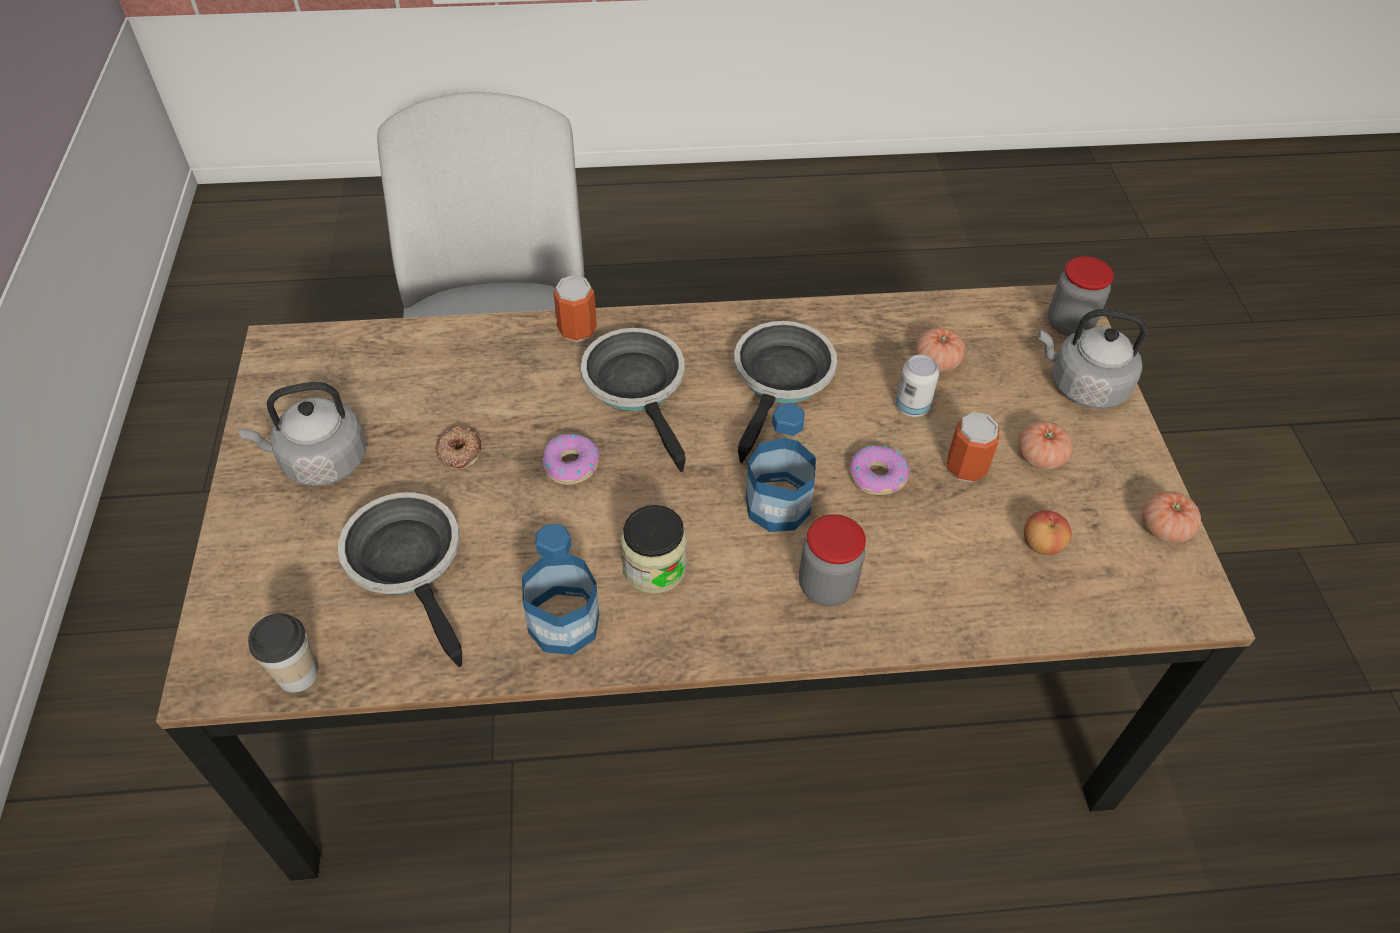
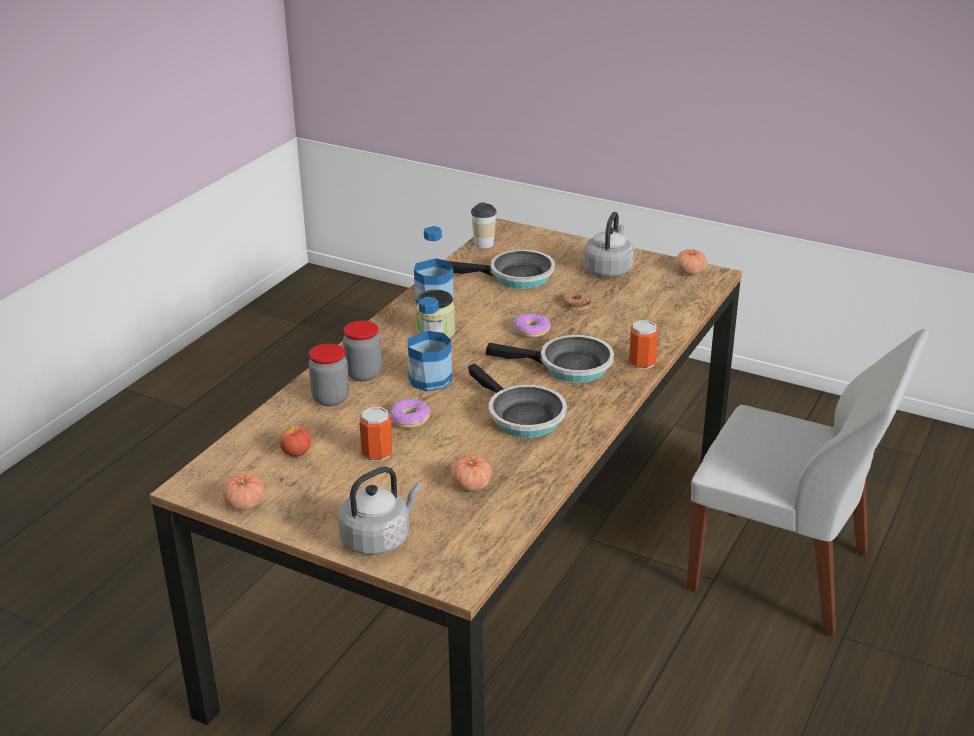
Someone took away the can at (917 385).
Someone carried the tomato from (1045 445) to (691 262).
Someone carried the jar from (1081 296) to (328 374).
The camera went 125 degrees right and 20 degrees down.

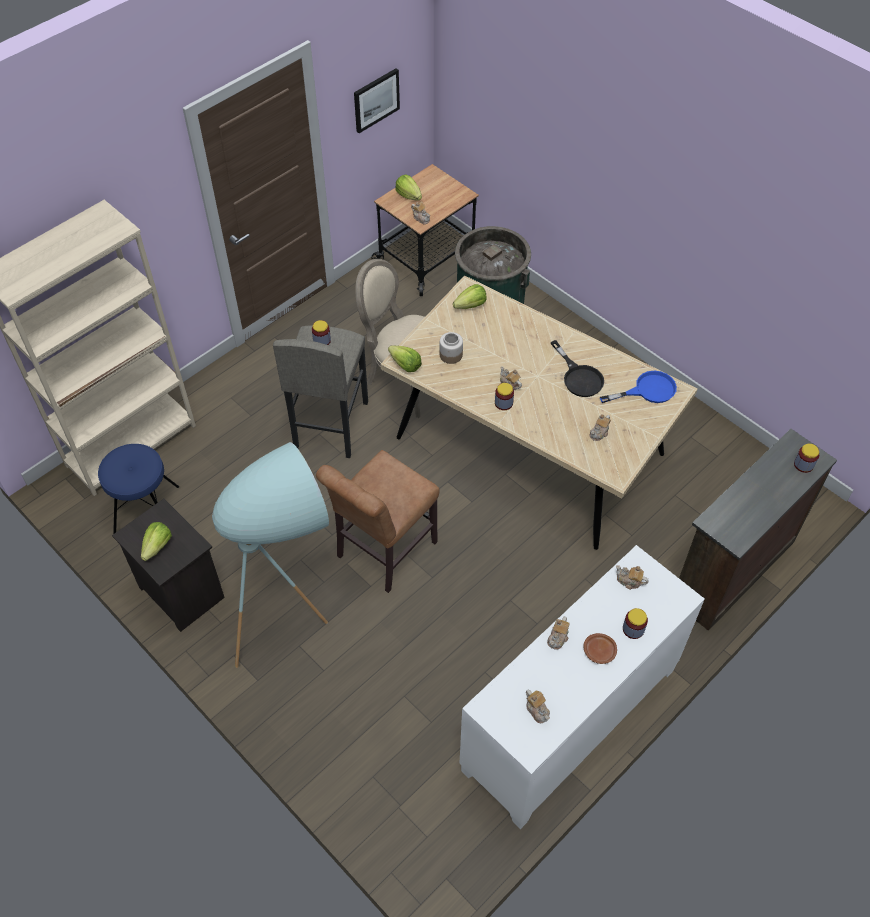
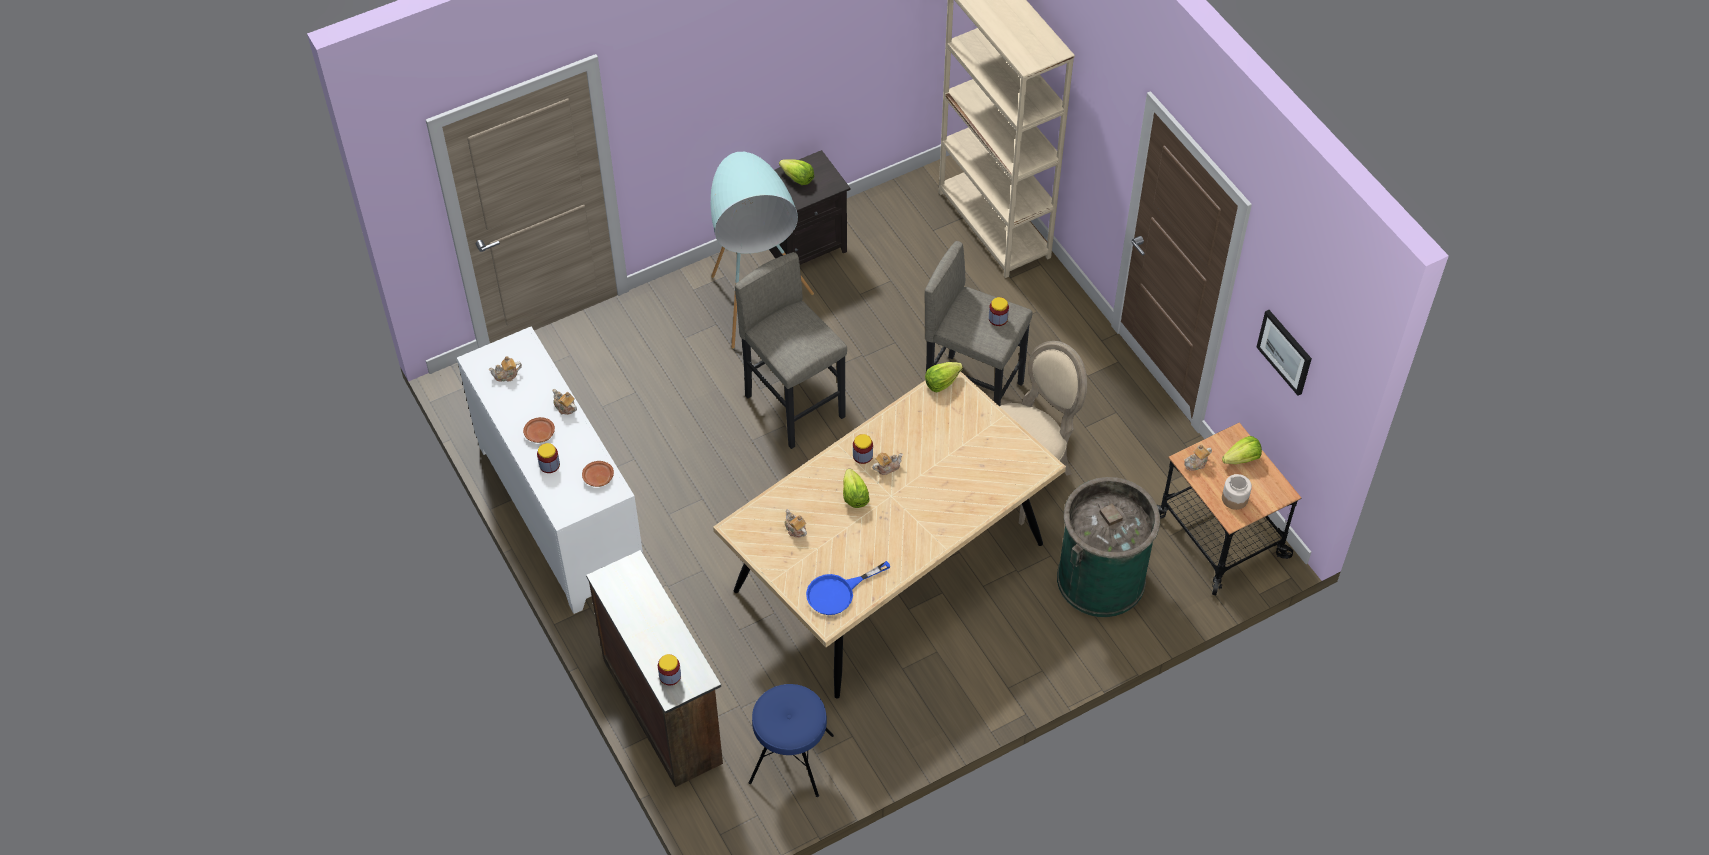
Someone took away the black_frying_pan at (577 368).
Someone carried the blue_stool from (138 489) to (791 740).
Someone carried the jar from (451 348) to (1237 492).
Someone carried the lettuce from (470 296) to (856 488).
Someone swapped the brown_chair at (378 521) for the grey_stool at (791 350).
Someone swapped the teapot at (632 577) for the brown_plate at (598 474).
Someone rotated the blue_frying_pan at (638 387) by 60 degrees clockwise.
The camera went 105 degrees right and 0 degrees up.

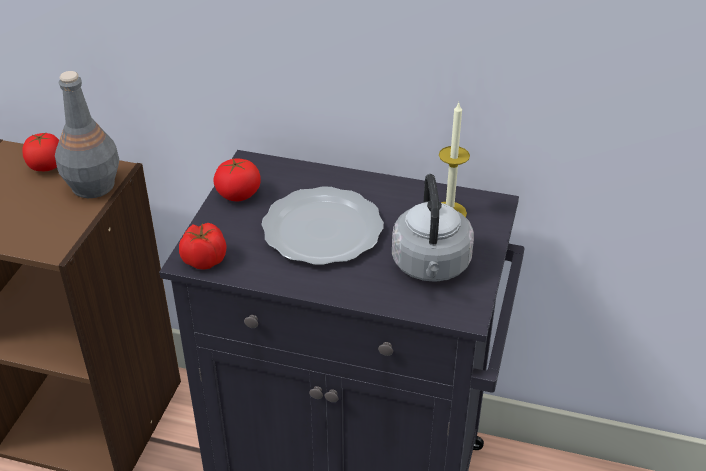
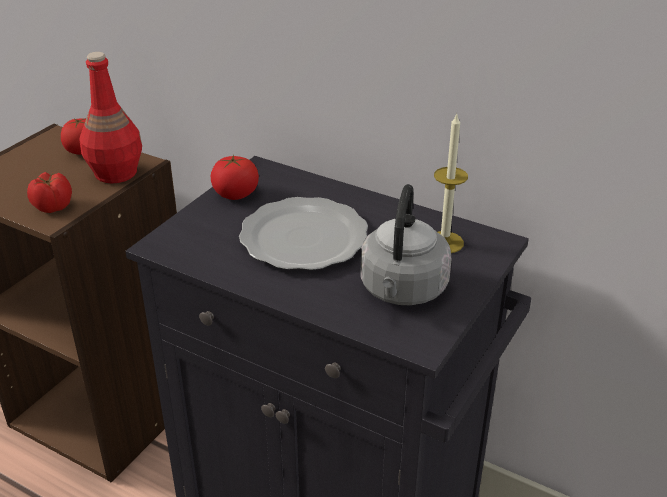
Someone carried the tomato from (203 246) to (49 192).
Someone repainted the grey_bottle at (87 134), which became the red_bottle at (110 117).
The camera went 15 degrees right and 5 degrees down.

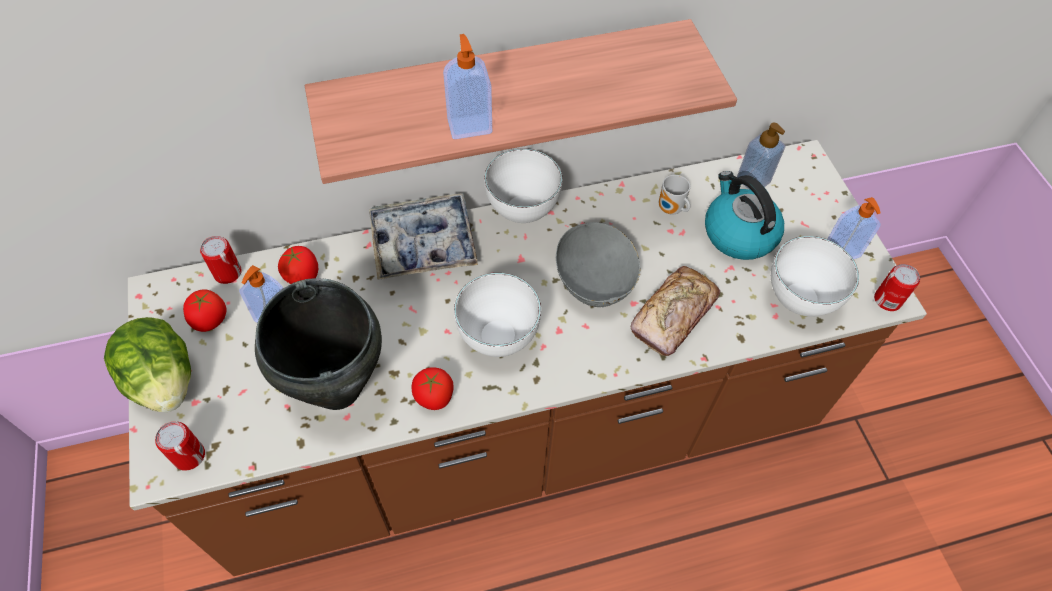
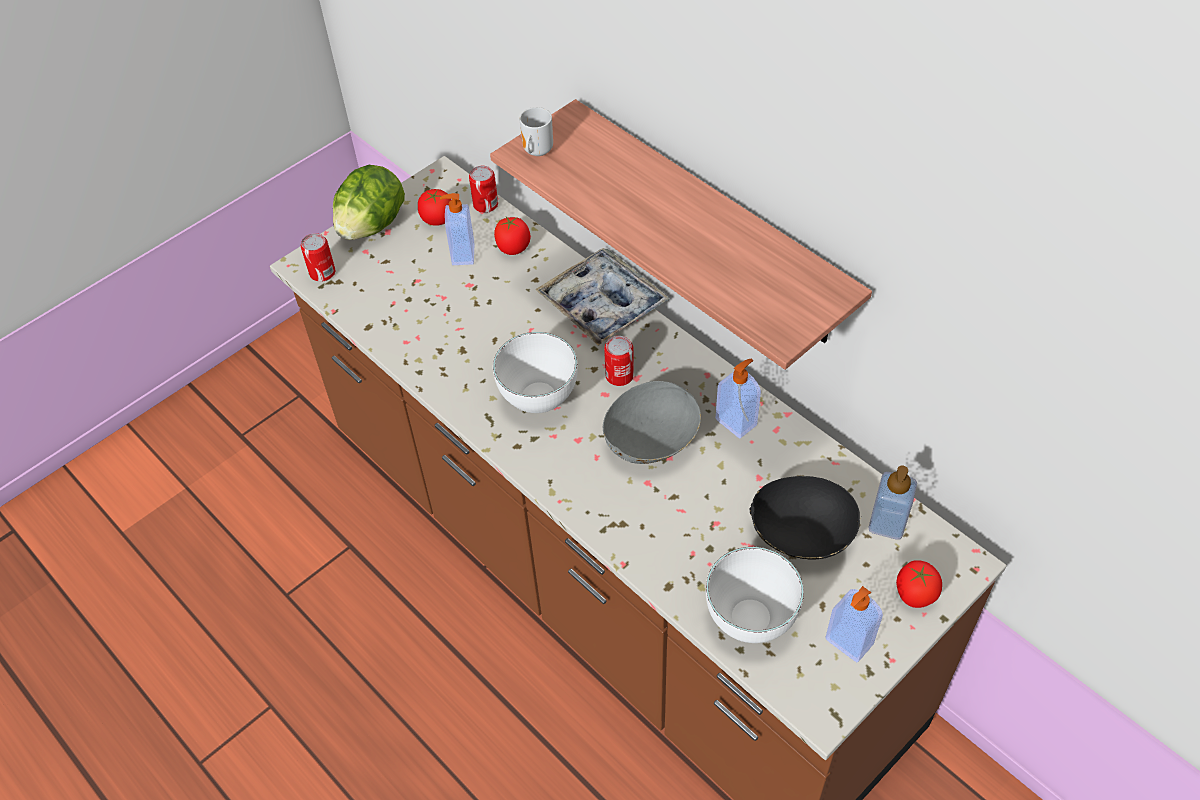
Someone took away the black_cooking_pot at (318 344).
Someone took away the white_bowl at (523 185).
Someone took away the bread at (675 311).
Someone carried the tomato from (433 388) to (919 584).
Someone carried the soap_dispenser from (467 86) to (738 398).
Someone carried the mug from (674 195) to (536 131).
Someone carried the can from (897 287) to (619 361).
Someone swapped the kettle at (744 215) for the black_bowl at (805 518).
The camera went 65 degrees right and 5 degrees down.

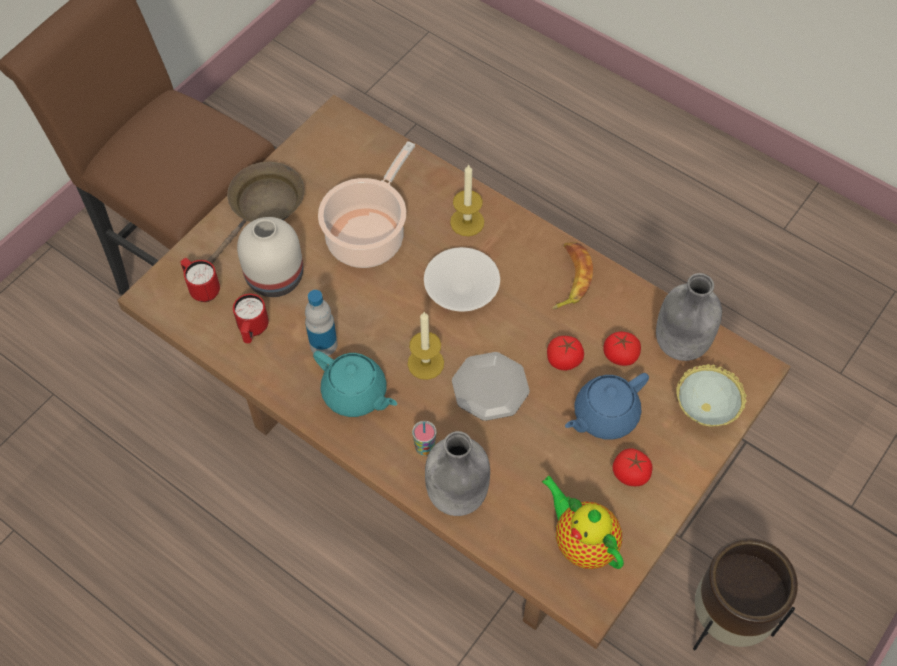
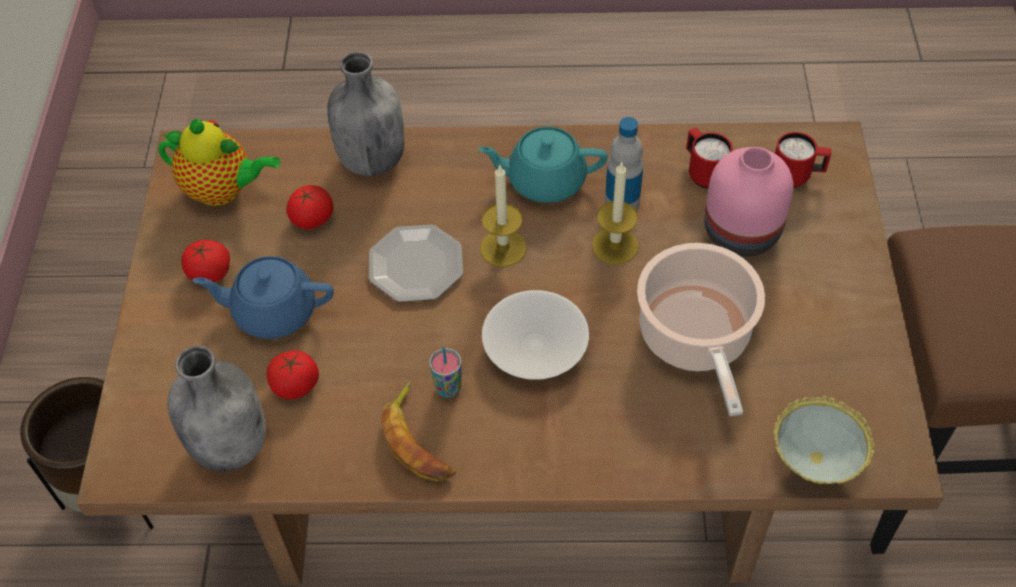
Someone took away the brown_frying_pan at (256 213).
Someone carried the cup from (424 438) to (445 372).
Someone carried the candle from (467 200) to (615 213).
Someone carried the tomato from (565 353) to (309 207).
Someone carried the bowl from (711 395) to (824 440).
Someone repainted the white_vase at (270 257), which became the pink_vase at (749 202).
Someone rotated the blue_teapot at (607 406) by 105 degrees counterclockwise.
The camera went 145 degrees right and 5 degrees down.

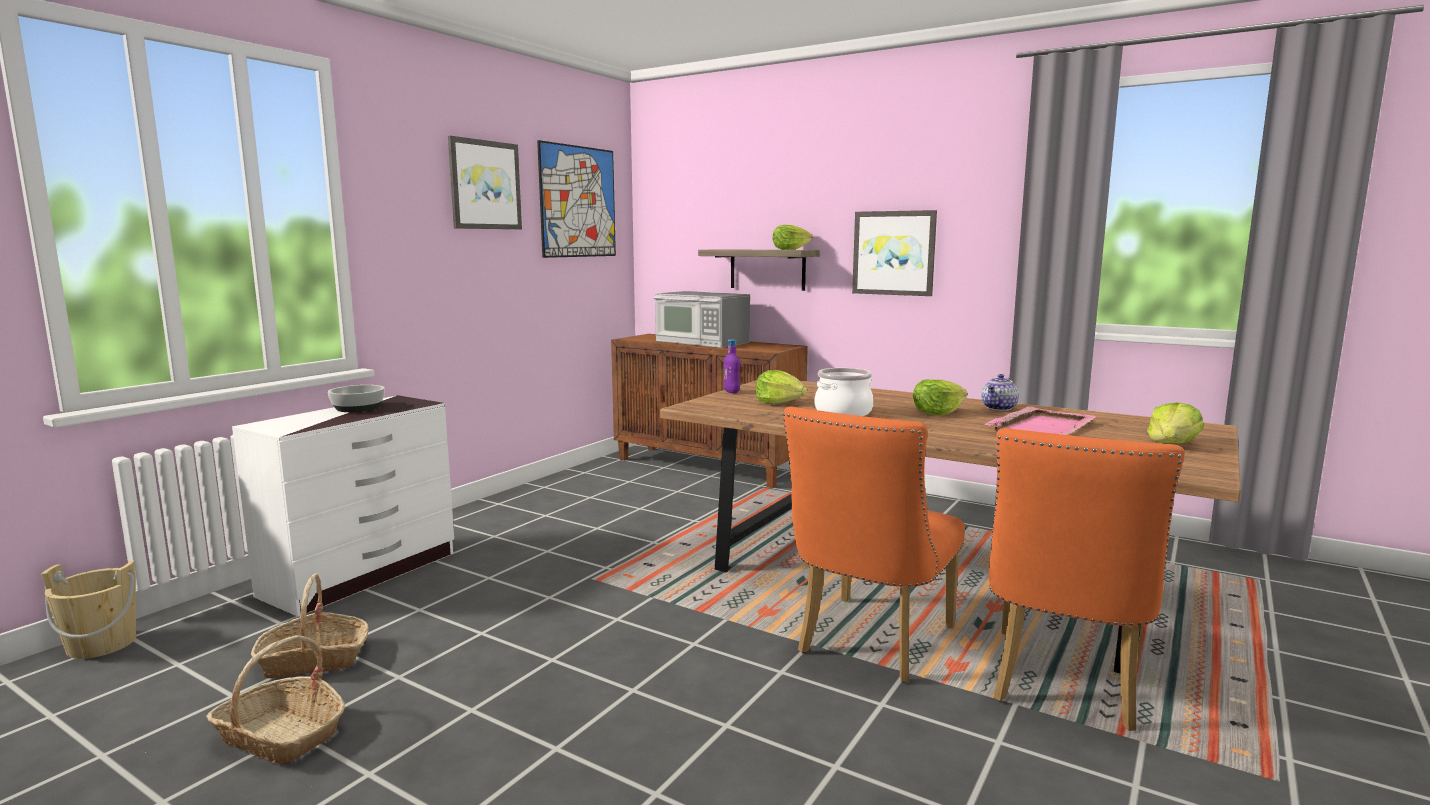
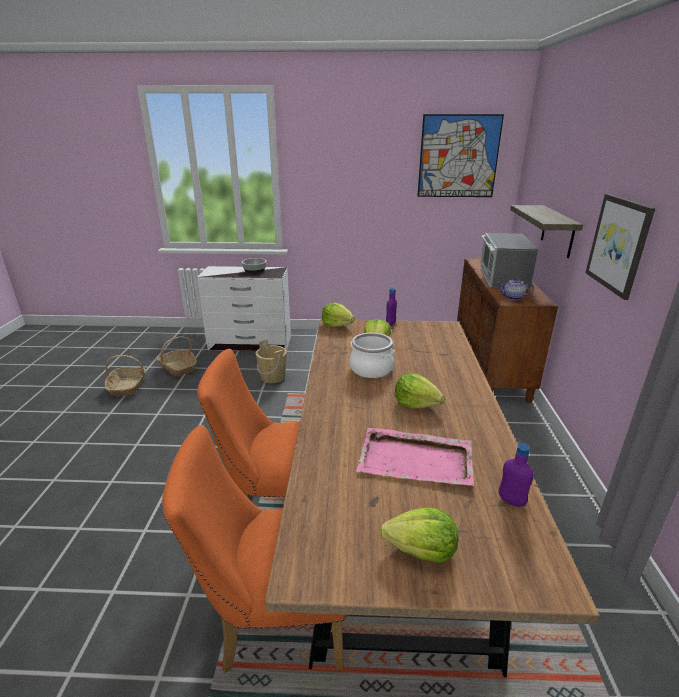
Someone took away the picture at (485 182).
Someone put down the purple_bottle at (516 475).
Someone carried the beige_bucket from (88 610) to (271 361).
Someone carried the lettuce from (793 237) to (338 314).
Someone carried the teapot from (1000 392) to (515 289).
The camera went 60 degrees right and 15 degrees up.

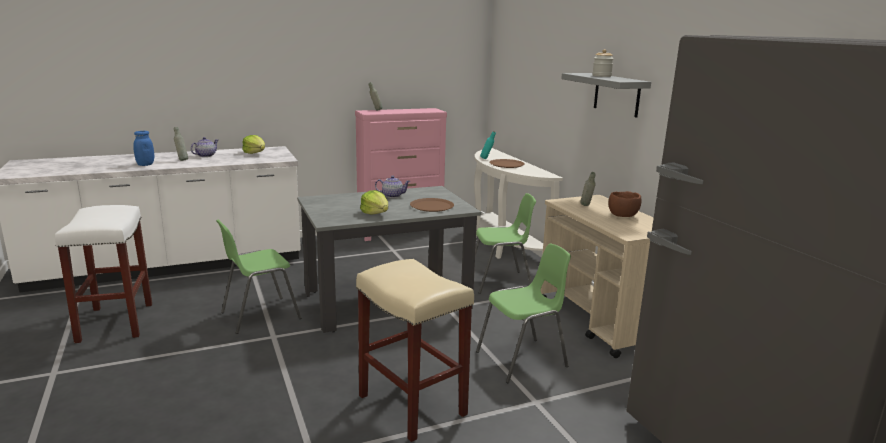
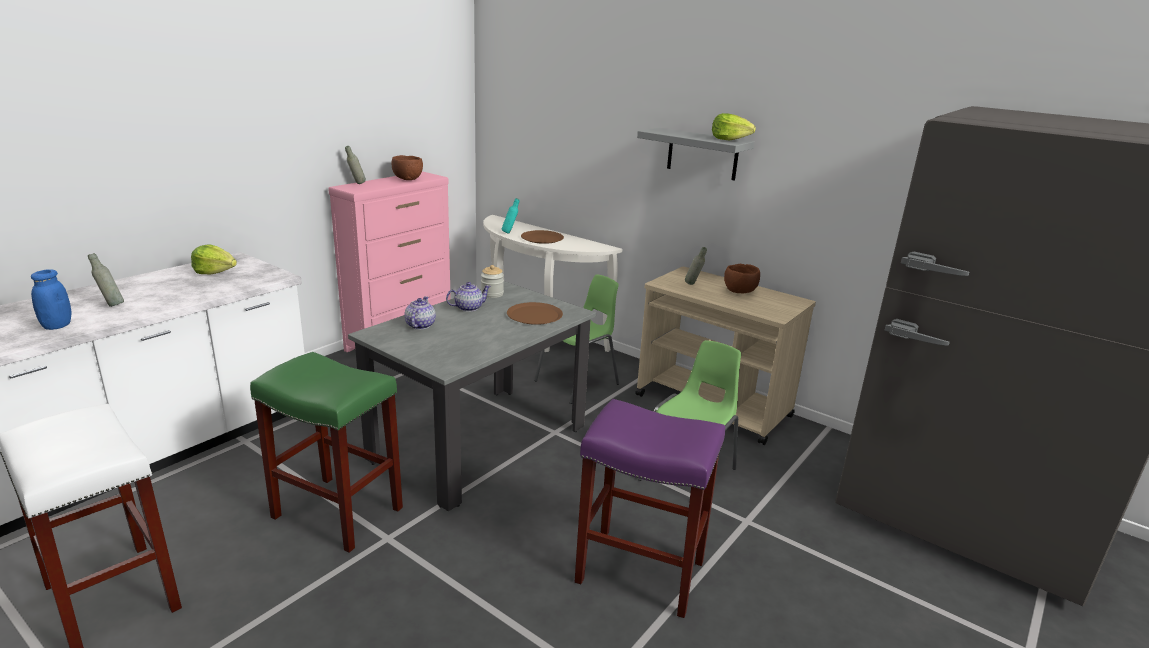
Someone put down the brown_bowl at (407 167).
Someone carried the teapot from (204 147) to (420 313).
Someone carried the lettuce from (374 202) to (734 126).
Someone carried the jar from (602 63) to (492 281).
Someone swapped the green_chair at (258 276) for the green_stool at (326 452).
Someone repainted the beige_stool at (415 350), which became the purple_stool at (650 508).
The camera went 30 degrees left and 5 degrees up.

